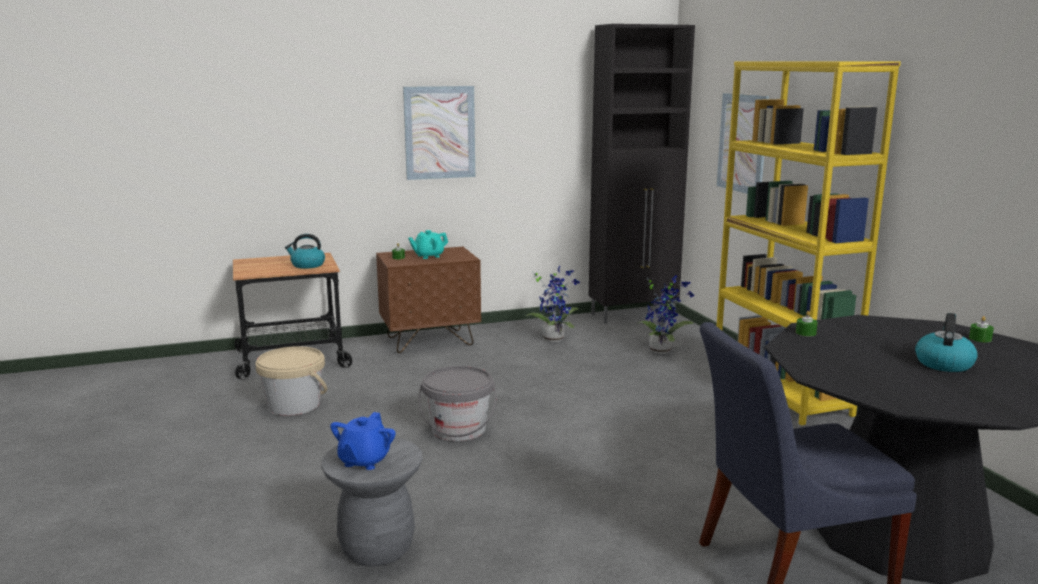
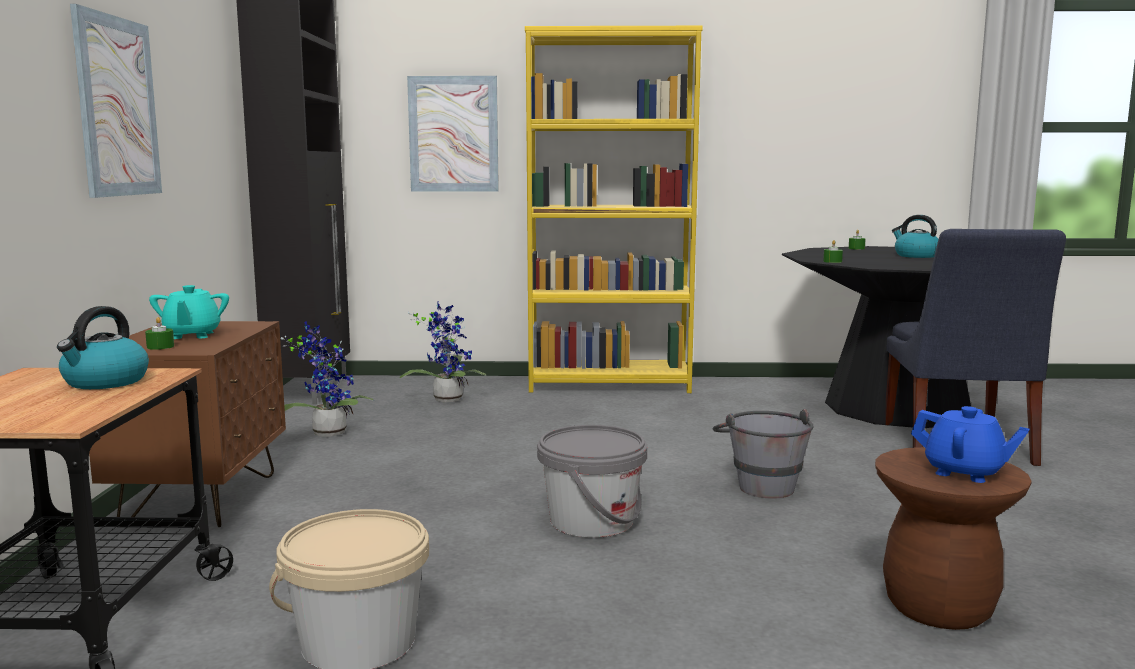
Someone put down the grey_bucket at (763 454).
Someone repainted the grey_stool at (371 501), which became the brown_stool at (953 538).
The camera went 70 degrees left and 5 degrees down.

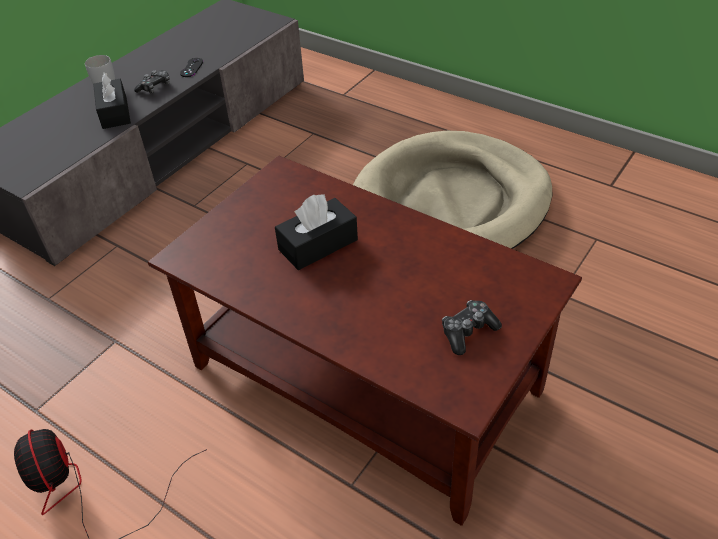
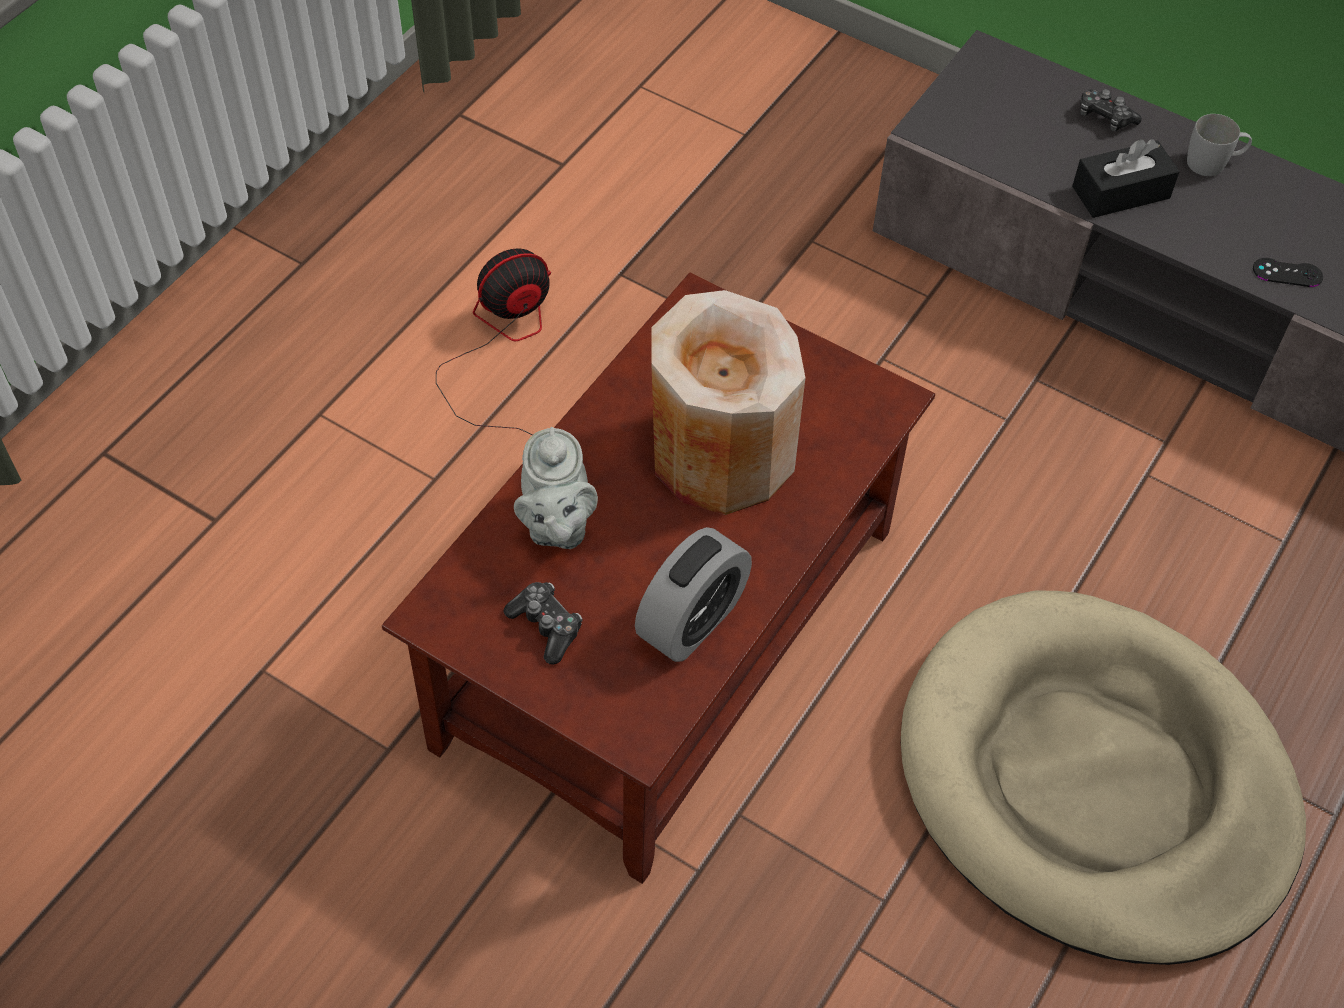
Someone put down the grey_teapot at (556 488).
Someone put down the alarm_clock at (693 594).
Someone carried the game_controller from (152 81) to (1111 110).
Someone swapped the black_tissue_box at (316 232) for the beige_vase at (728 402).
The camera went 85 degrees right and 10 degrees up.

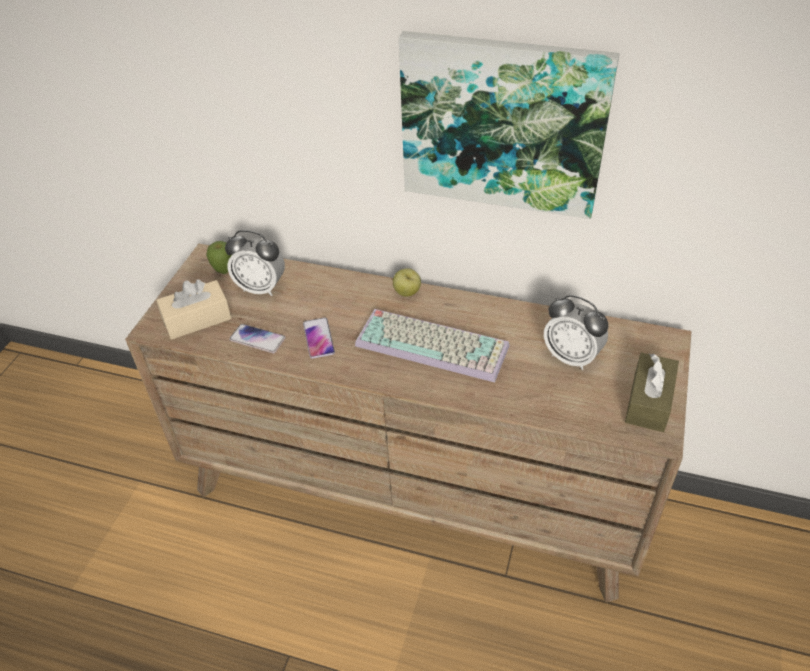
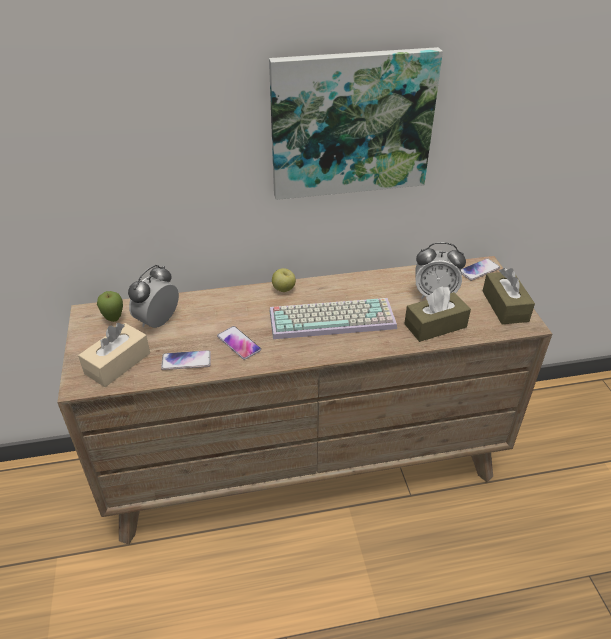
Someone put down the brown_tissue_box at (437 314).
Someone put down the phone at (480 269).
Someone rotated the alarm_clock at (255 263) by 135 degrees clockwise.
The camera went 30 degrees left and 5 degrees down.

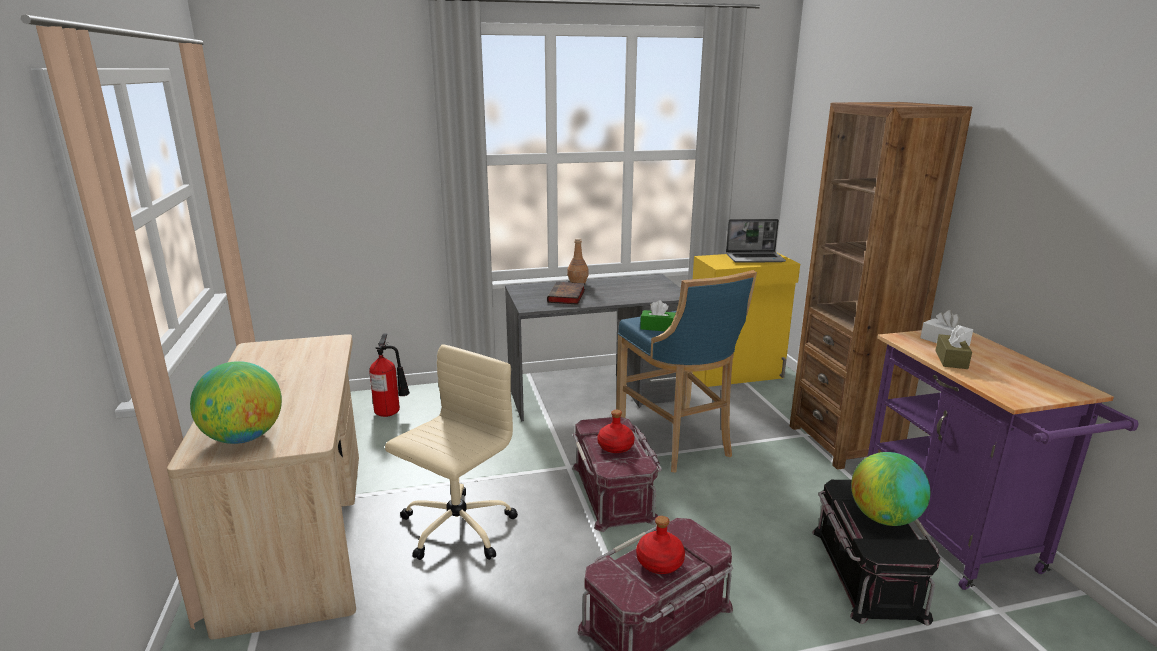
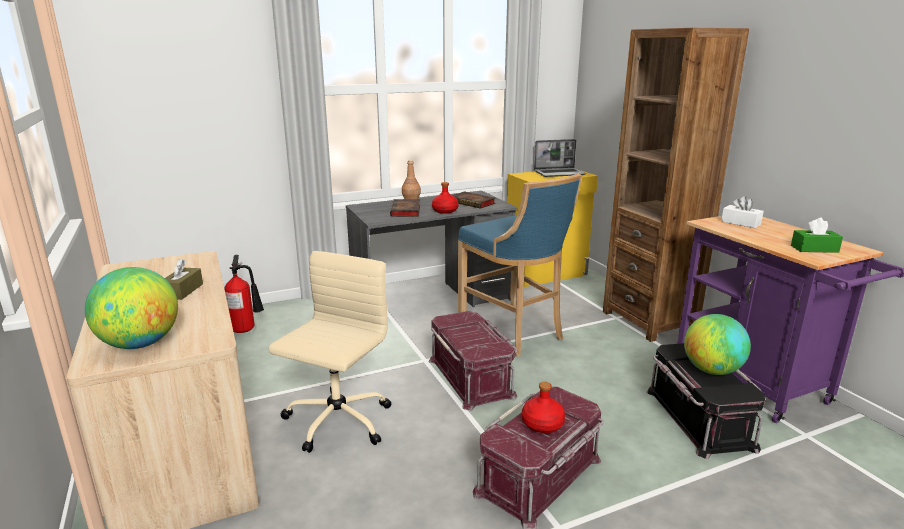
Someone put down the book at (474 200).
Someone carried the red_bottle from (616 431) to (445 198).
Someone carried the green_tissue_box from (658 315) to (817 235).
Someone carried the brown_tissue_box from (953 347) to (184 279).
The camera went 10 degrees left and 0 degrees up.

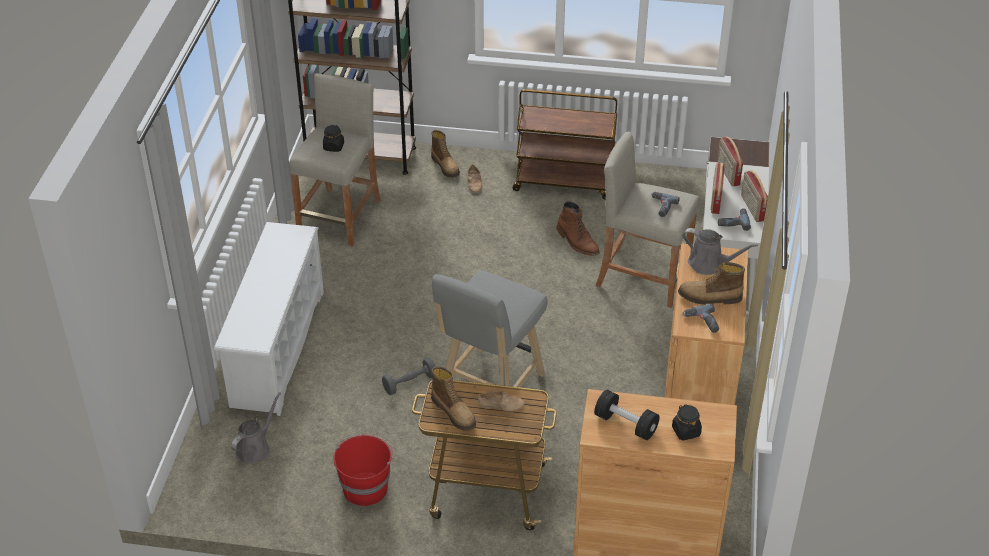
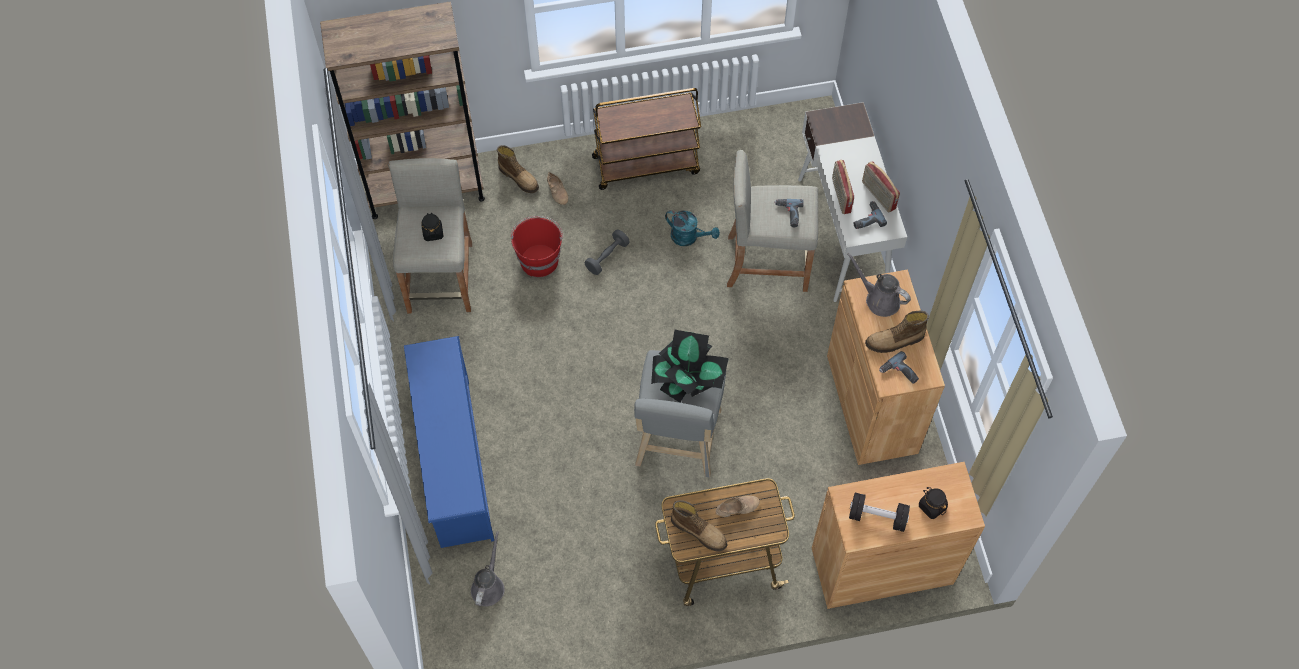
Someone took away the radio at (730 161).
Someone put down the potted_plant at (690 366).
Someone carried the red_bucket from (363 470) to (537 246).
Someone carried the grey_dumbbell from (408 376) to (607 252).
Someone swapped the brown_boot at (578 228) for the turquoise_watering_can at (692 228).
Someone repainted the white_shoe_rack at (269 319), which became the blue_shoe_rack at (449 442).
Someone rotated the grey_watering_can at (720 251) by 150 degrees counterclockwise.
The camera went 20 degrees left and 20 degrees up.

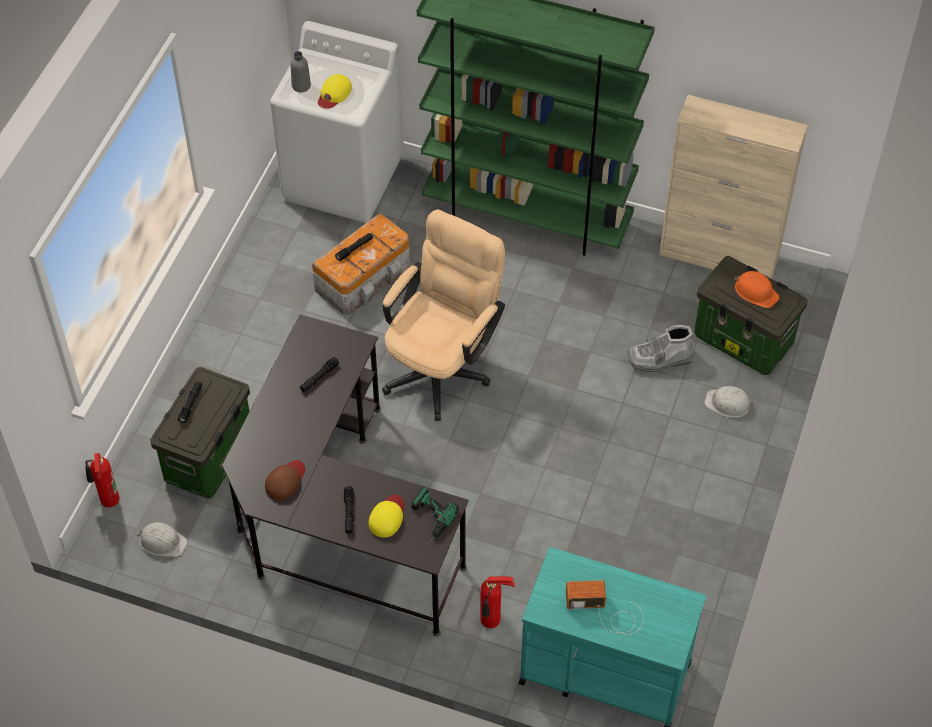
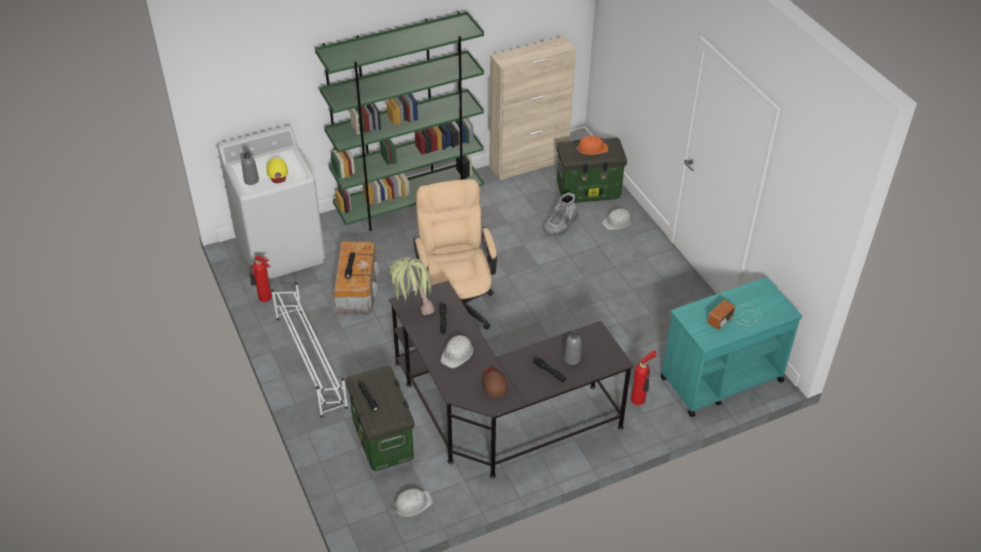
Someone took away the power_drill at (435 515).
Someone put down the white_shoe_rack at (309 349).
Someone put down the potted_plant at (412 286).
Someone put down the white_hard_hat at (457 351).
Someone carried the fire_extinguisher from (102 480) to (261 278).
Someone swapped the yellow_cap at (386 516) for the grey_bottle at (572 348).
The camera went 45 degrees left and 10 degrees down.

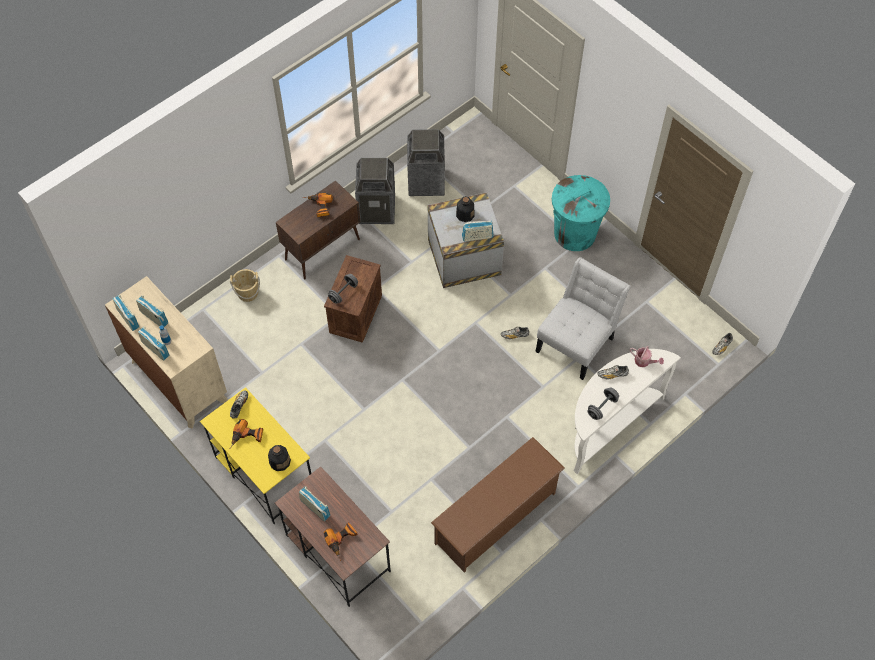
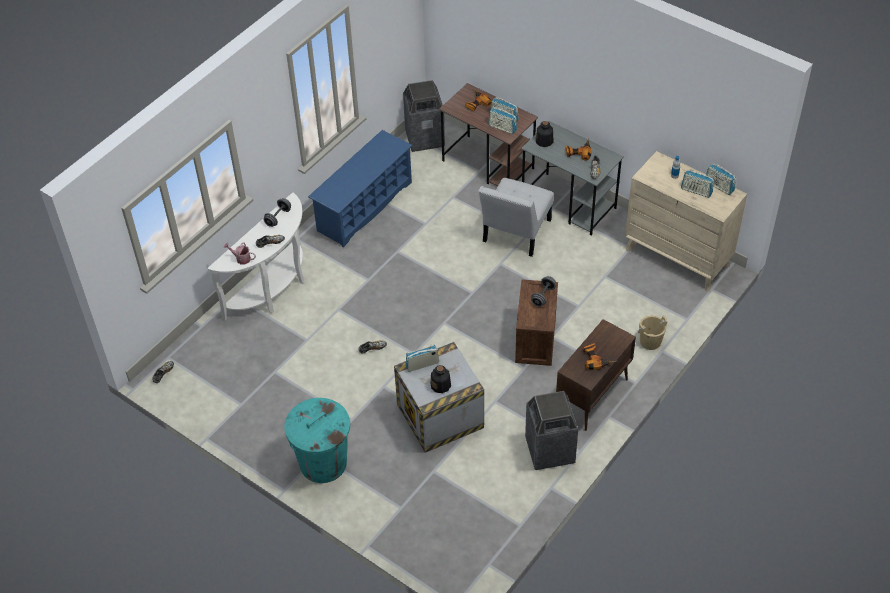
Someone carried the radio from (154 344) to (502 120).
Someone carried the trash_can from (426 162) to (424 116).
Someone carried the white_chair from (582 318) to (516 217).
Someone repainted the yellow_desk at (255 455), which became the grey_desk at (572 178).
Someone repainted the brown_shoe_rack at (498 505), which became the blue_shoe_rack at (360 188).
The camera went 170 degrees right and 10 degrees down.

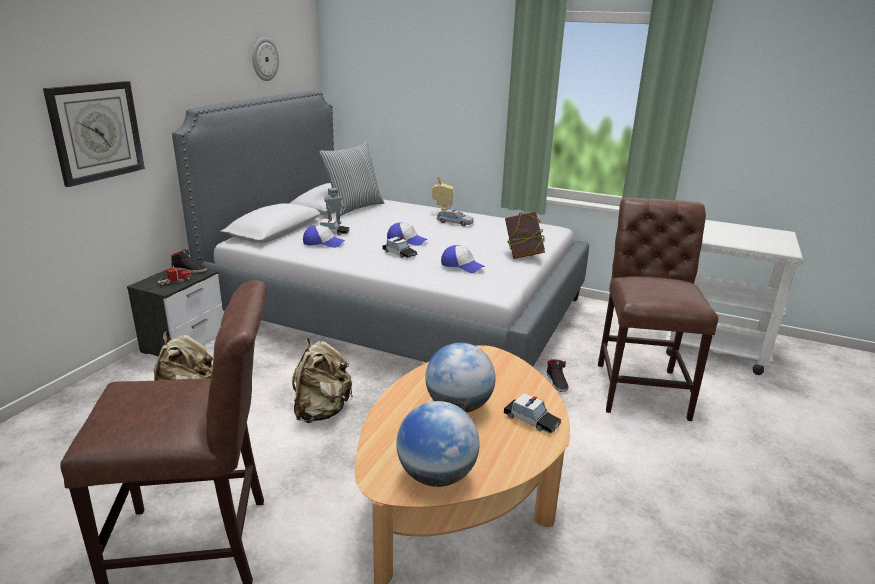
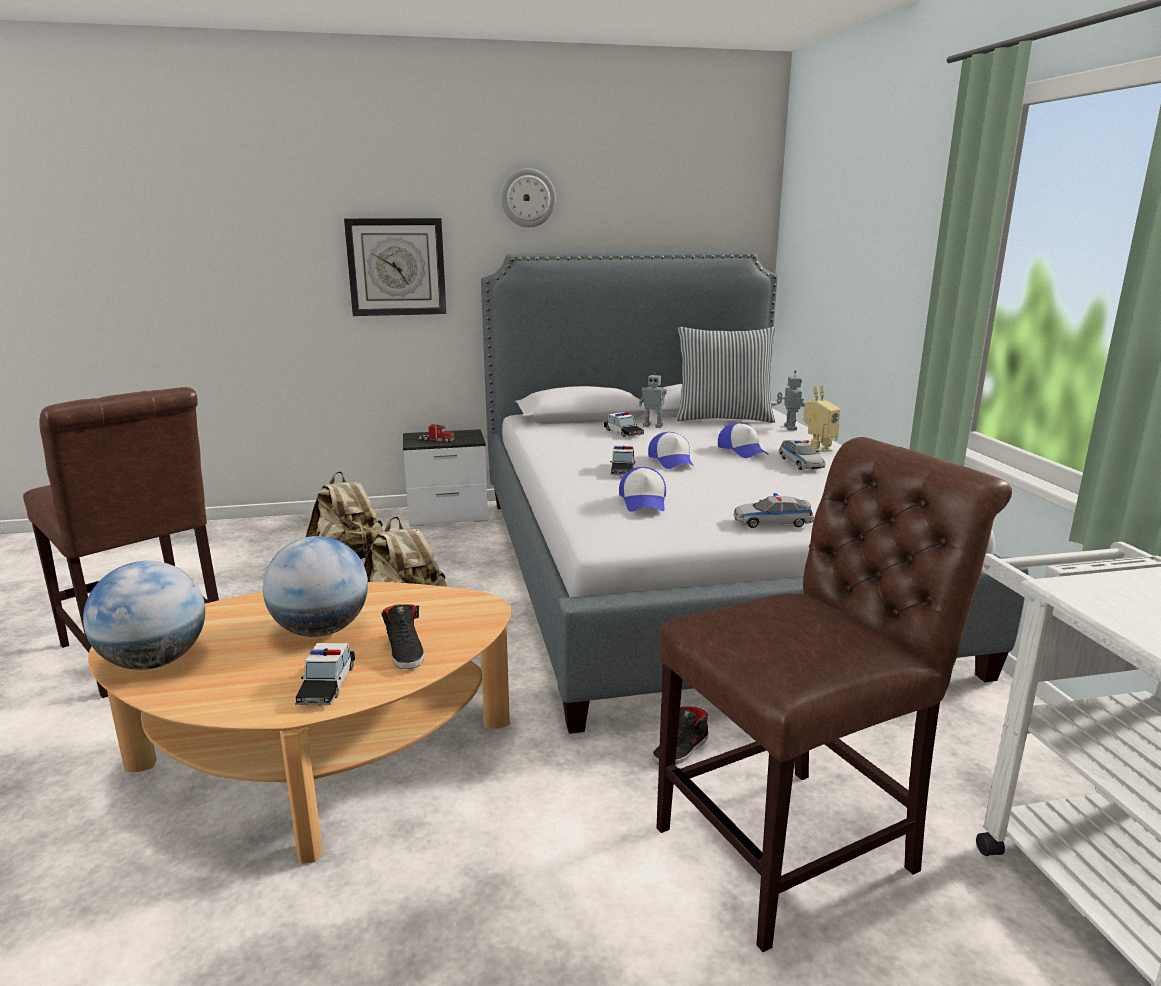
Someone put down the toy_robot at (791 400).
Someone carried the black_shoe from (189 261) to (402 636).
Someone carried the wall_clock from (265 59) to (528 197).
Someone carried the cap from (324 236) to (743 440).
Someone swapped the book at (525 235) for the toy_car at (774 510).
The camera went 55 degrees right and 5 degrees down.

